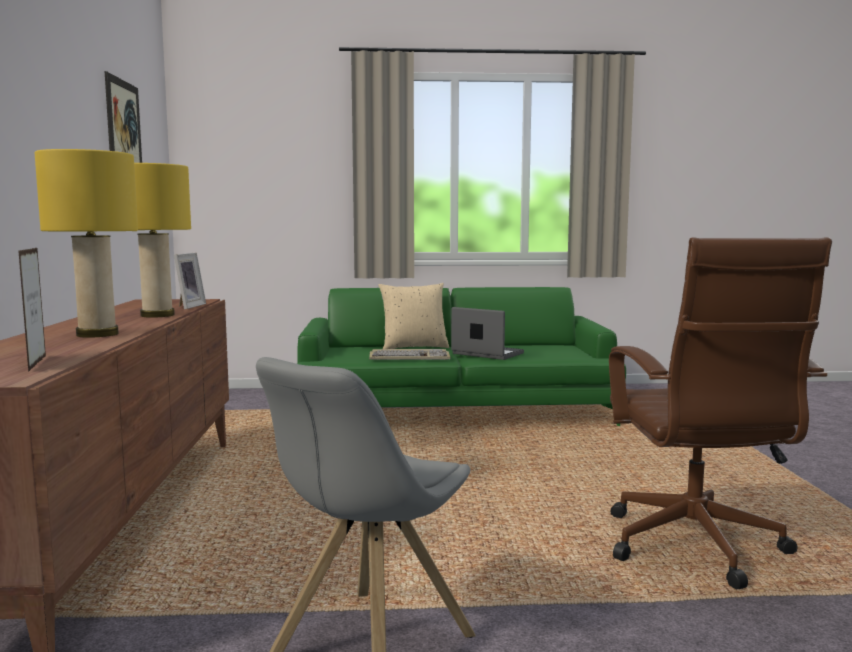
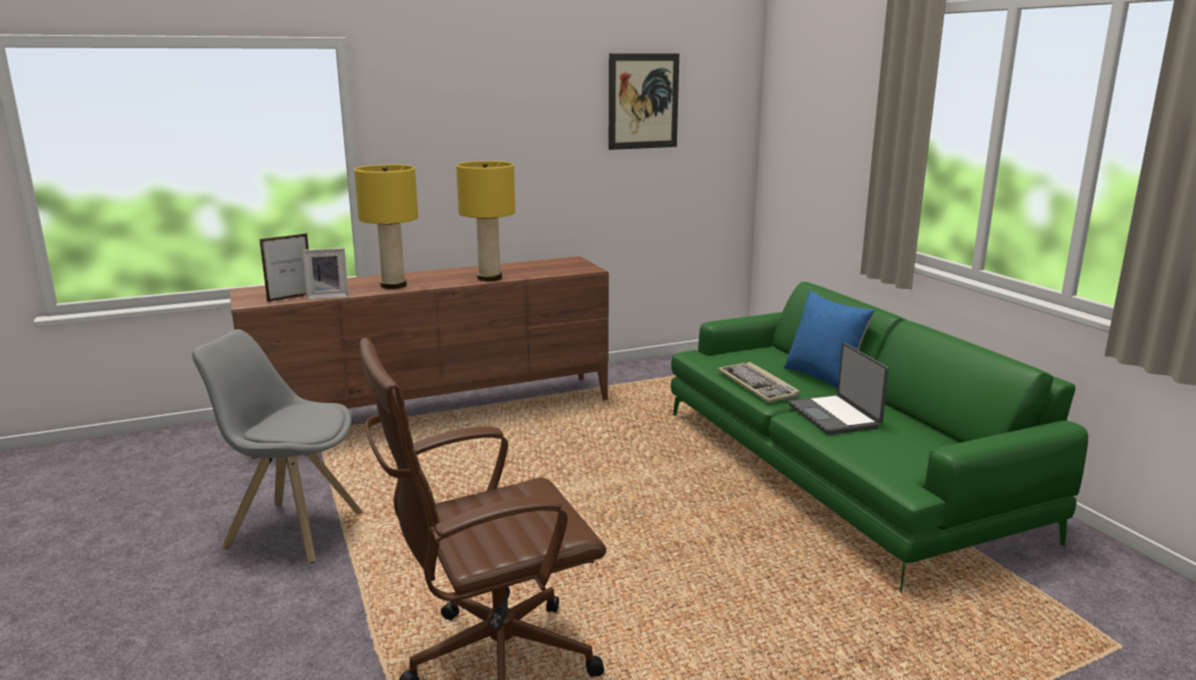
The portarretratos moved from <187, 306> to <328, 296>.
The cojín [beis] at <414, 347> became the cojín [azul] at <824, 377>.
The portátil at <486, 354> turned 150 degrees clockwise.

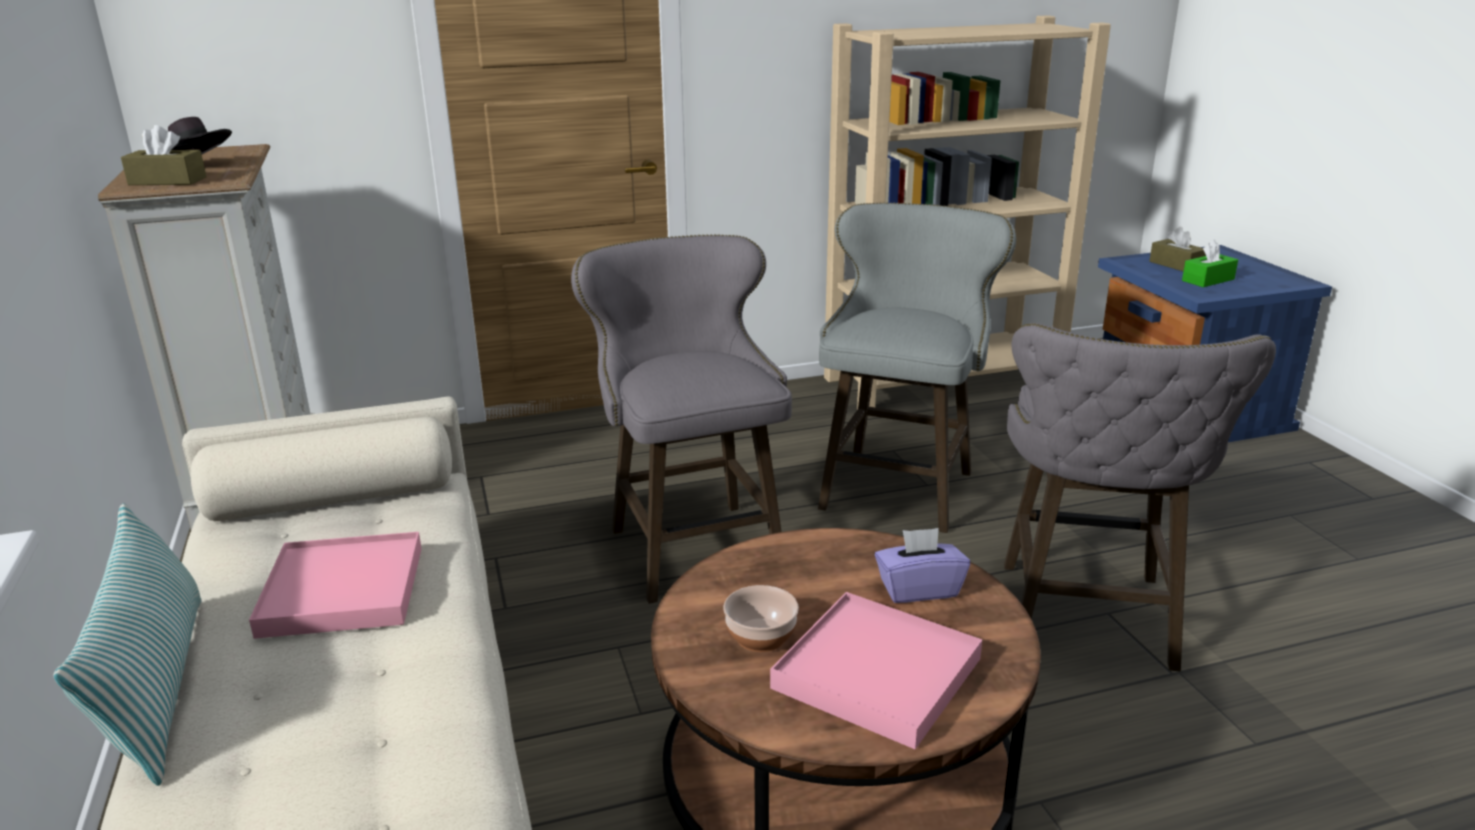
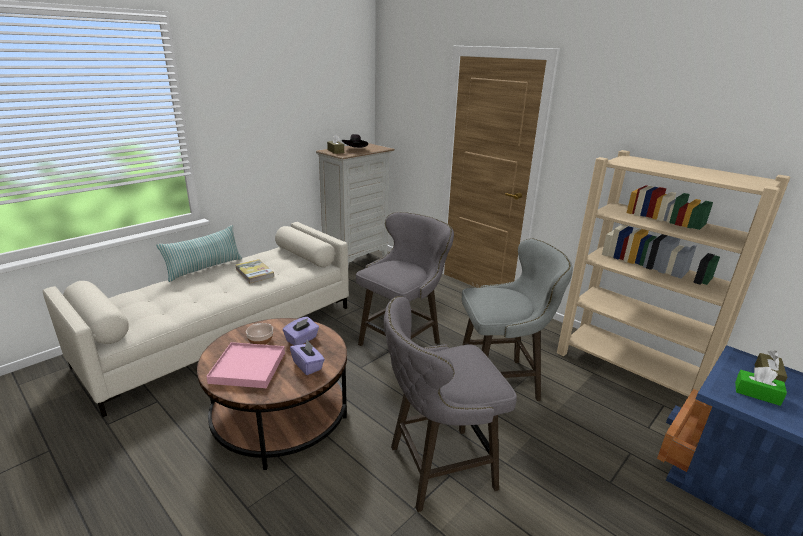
The bandeja [rosa] at <343, 591> was replaced by the libro at <254, 273>.
The caja de pañuelos [morado] at <302, 339> appeared.

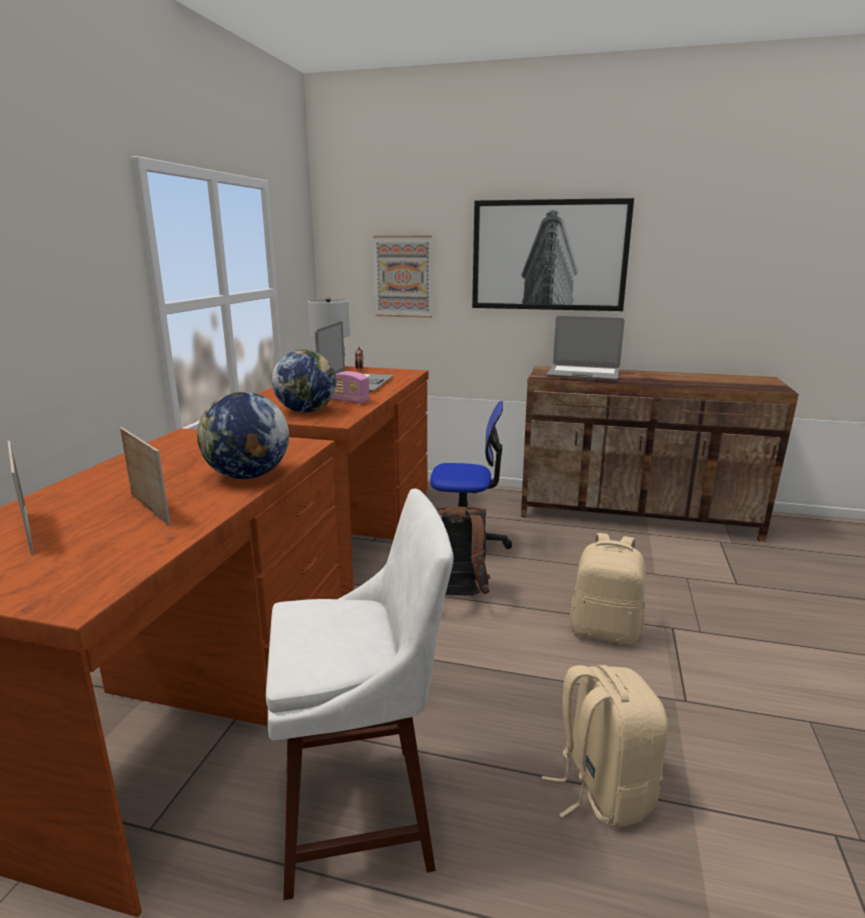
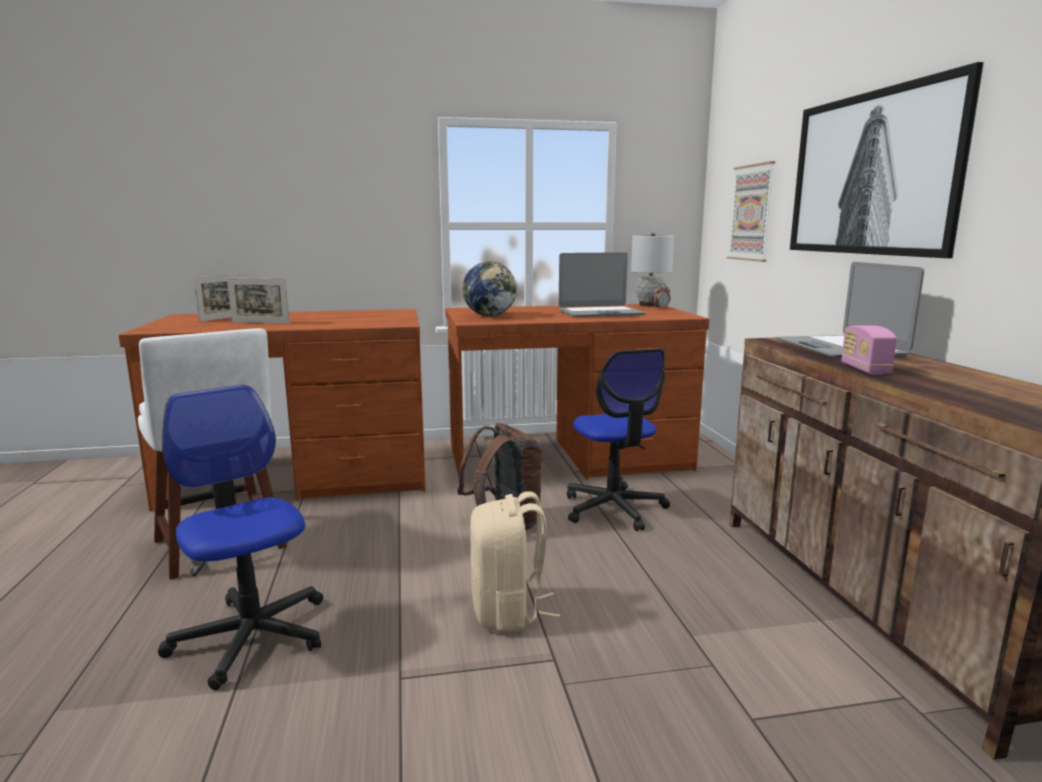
The radio moved from <349, 401> to <864, 369>.
The globo terráqueo at <247, 476> disappeared.
The portarretratos at <149, 509> turned 75 degrees clockwise.
The mochila [beis] at <601, 789> was replaced by the silla de oficina at <251, 636>.

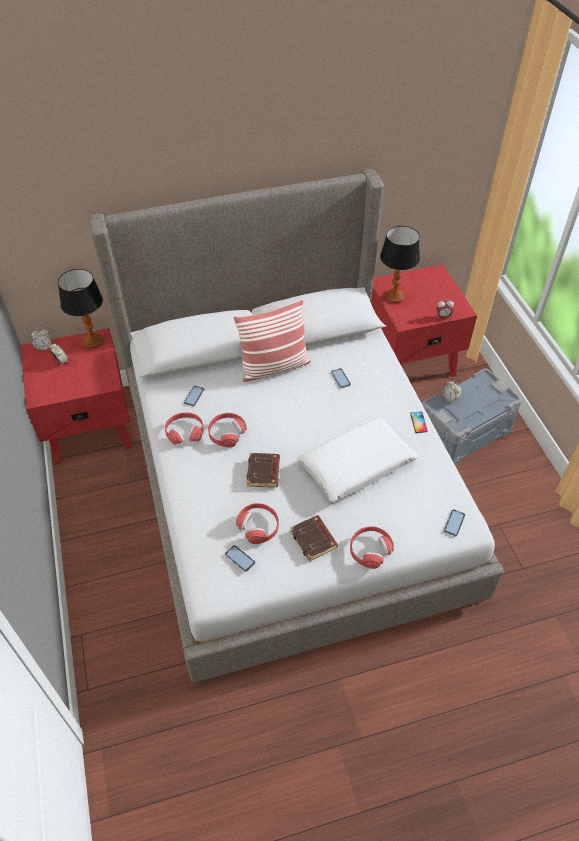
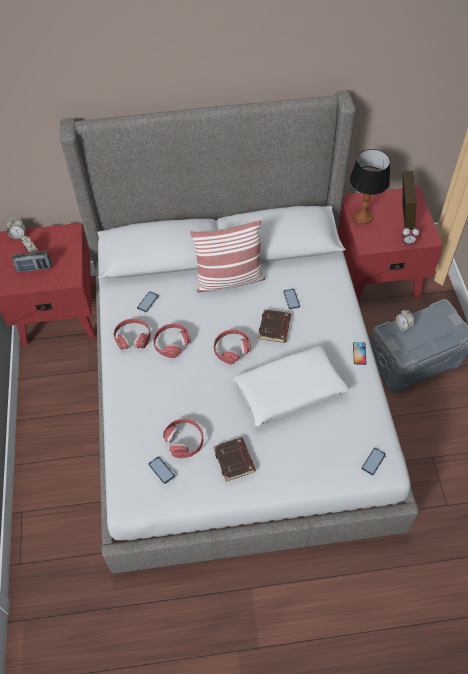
The lámpara de mesa at <92, 341> disappeared.
The libro [marrón] moved from <264, 472> to <275, 328>.
The auriculares [rojo] moved from <370, 550> to <231, 349>.
The portarretratos at <404, 218> appeared.
The radio at <34, 268> appeared.

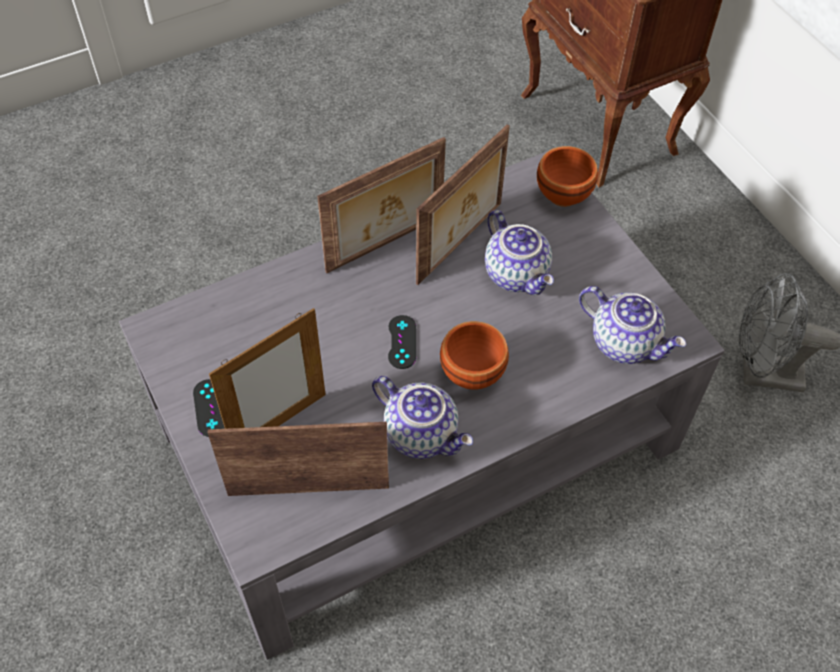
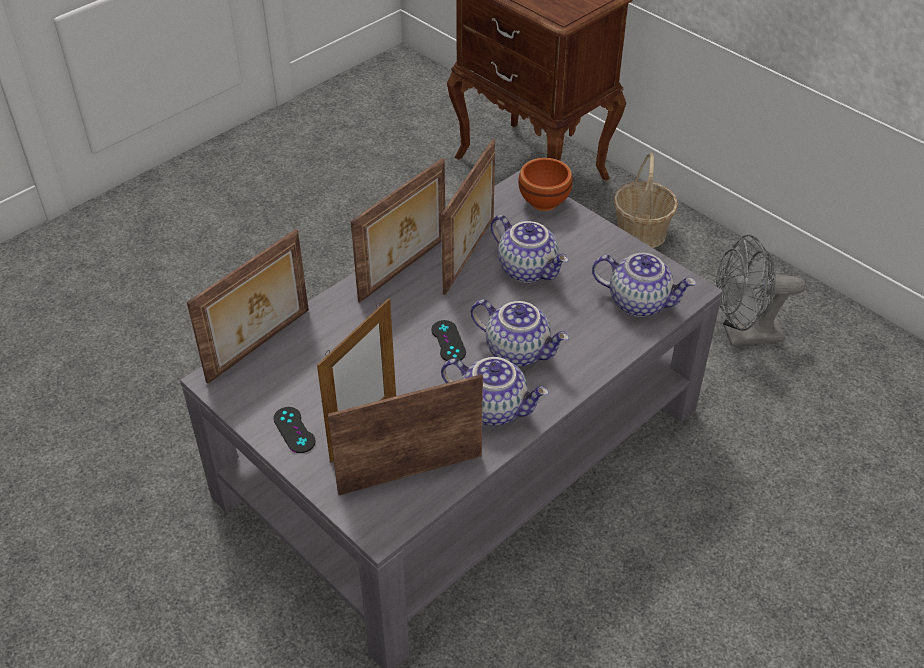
The cuenco [marrón] at <472, 371> was replaced by the tetera at <518, 351>.
The cesta at <641, 232> appeared.
The portarretratos at <260, 346> appeared.

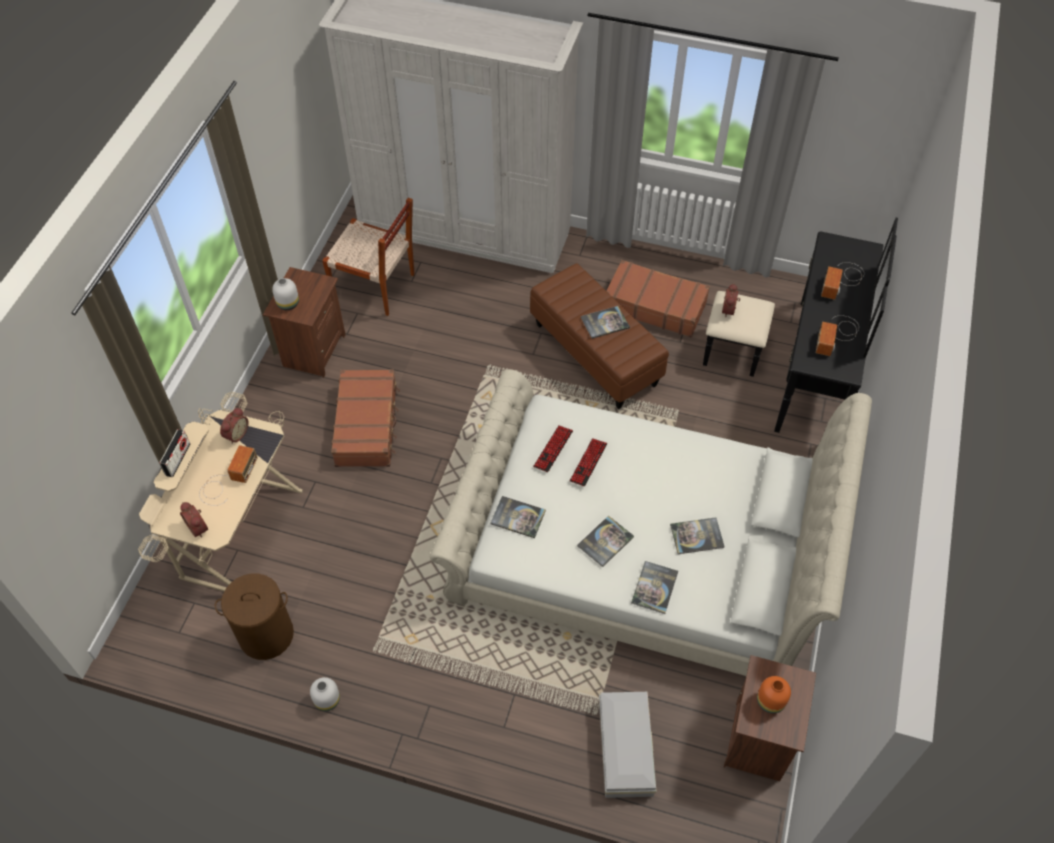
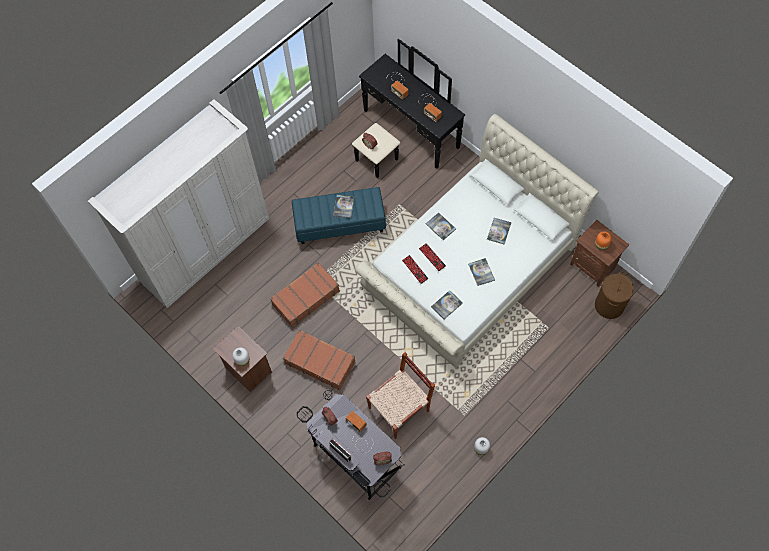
The silla moved from <375, 287> to <400, 408>.
The maleta [marrón] moved from <655, 305> to <305, 297>.
The puf [marrón] at <596, 354> became the puf [azul] at <340, 225>.
The escritorio [beis] at <238, 532> became the escritorio [negro] at <355, 457>.
The libro moved from <654, 587> to <440, 226>.
The cesto de la ropa [marrón] moved from <266, 635> to <609, 305>.
The caja de almacenaje [blanco] at <624, 750> disappeared.

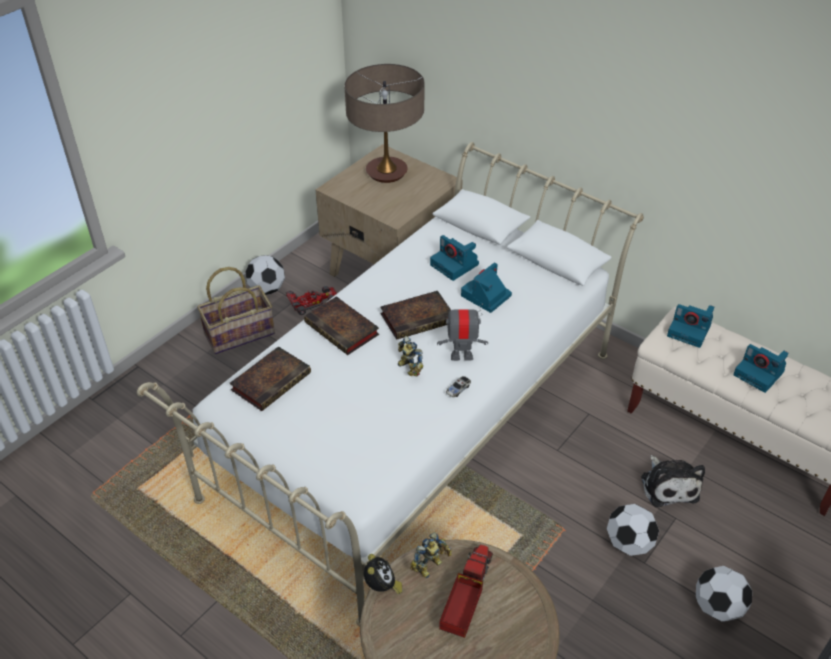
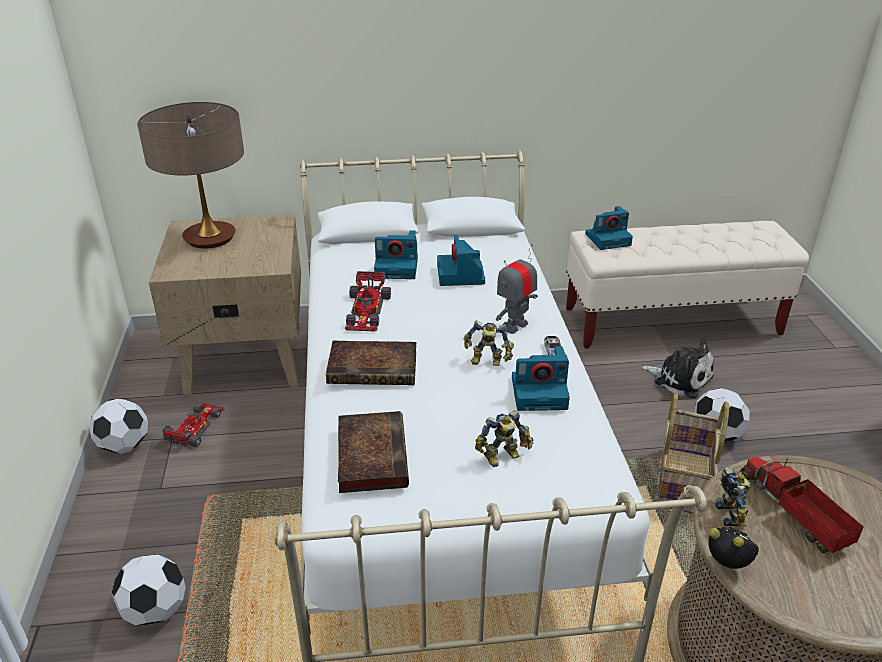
The cesta moved from <239, 333> to <682, 480>.
The libro at <419, 317> disappeared.
The cámara moved from <760, 374> to <540, 392>.
The balón de fútbol moved from <717, 607> to <155, 611>.
The coche de juguete at <366, 310> appeared.
The robot de juguete at <504, 457> appeared.

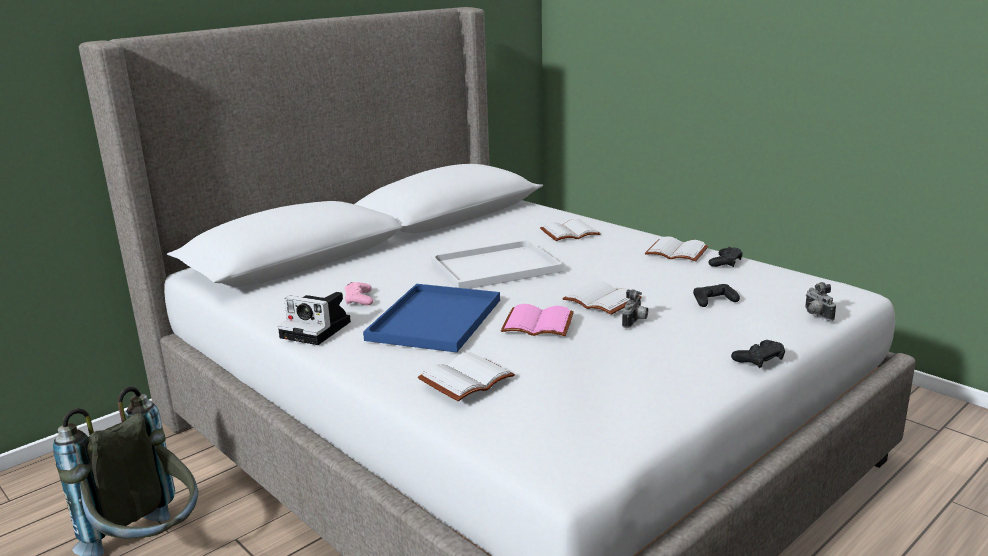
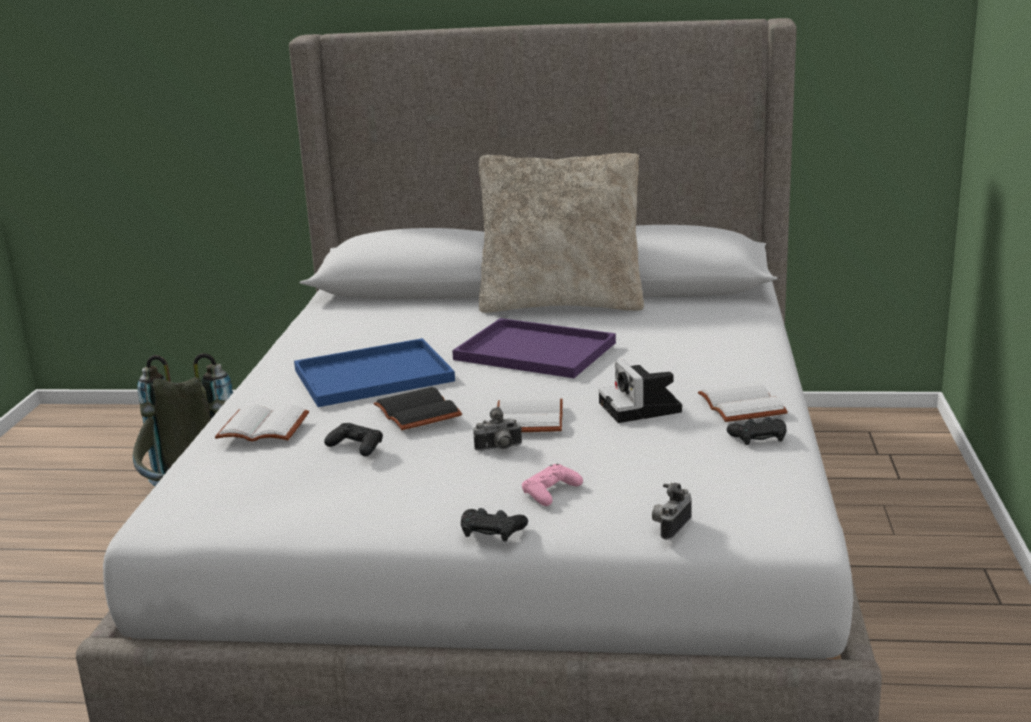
The libro [blanco] at <569, 233> disappeared.
The bandeja [blanco] at <497, 266> became the bandeja [morado] at <538, 351>.
The mando de consola [rosa] moved from <359, 299> to <551, 492>.
The mando de consola [negro] moved from <714, 301> to <356, 446>.
The cámara moved from <318, 330> to <642, 408>.
The libro [rosa] at <539, 323> became the libro [negro] at <420, 412>.
The cojín [beis] at <562, 301> appeared.

